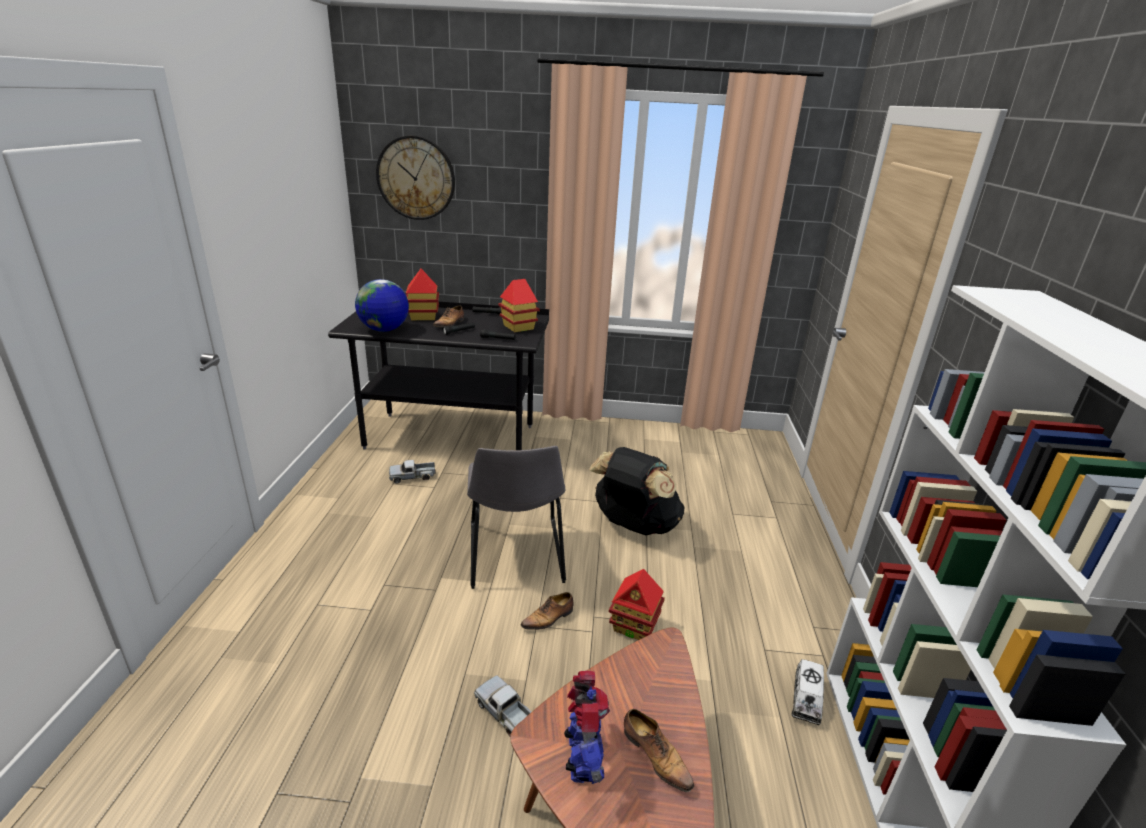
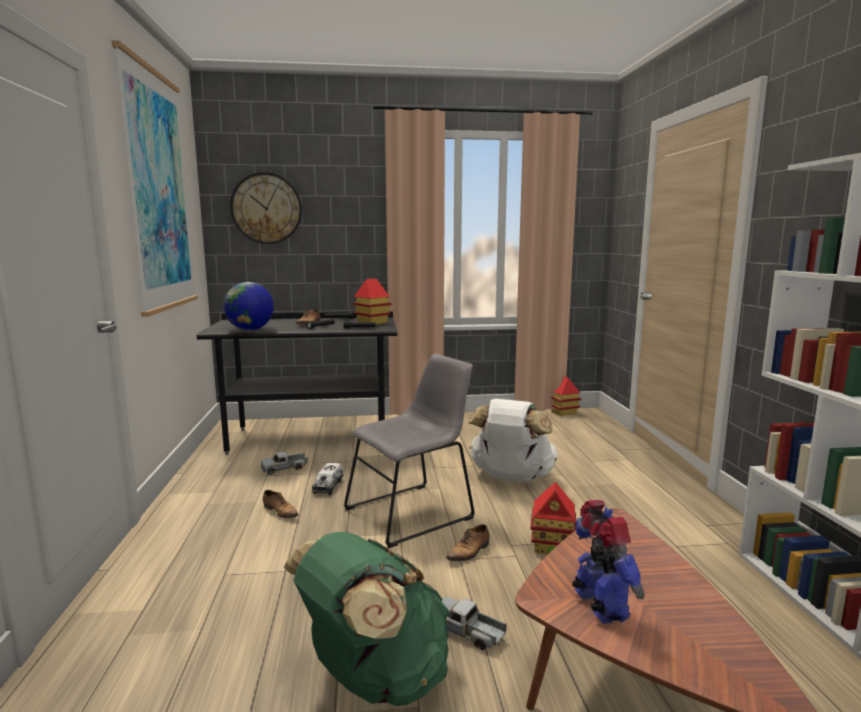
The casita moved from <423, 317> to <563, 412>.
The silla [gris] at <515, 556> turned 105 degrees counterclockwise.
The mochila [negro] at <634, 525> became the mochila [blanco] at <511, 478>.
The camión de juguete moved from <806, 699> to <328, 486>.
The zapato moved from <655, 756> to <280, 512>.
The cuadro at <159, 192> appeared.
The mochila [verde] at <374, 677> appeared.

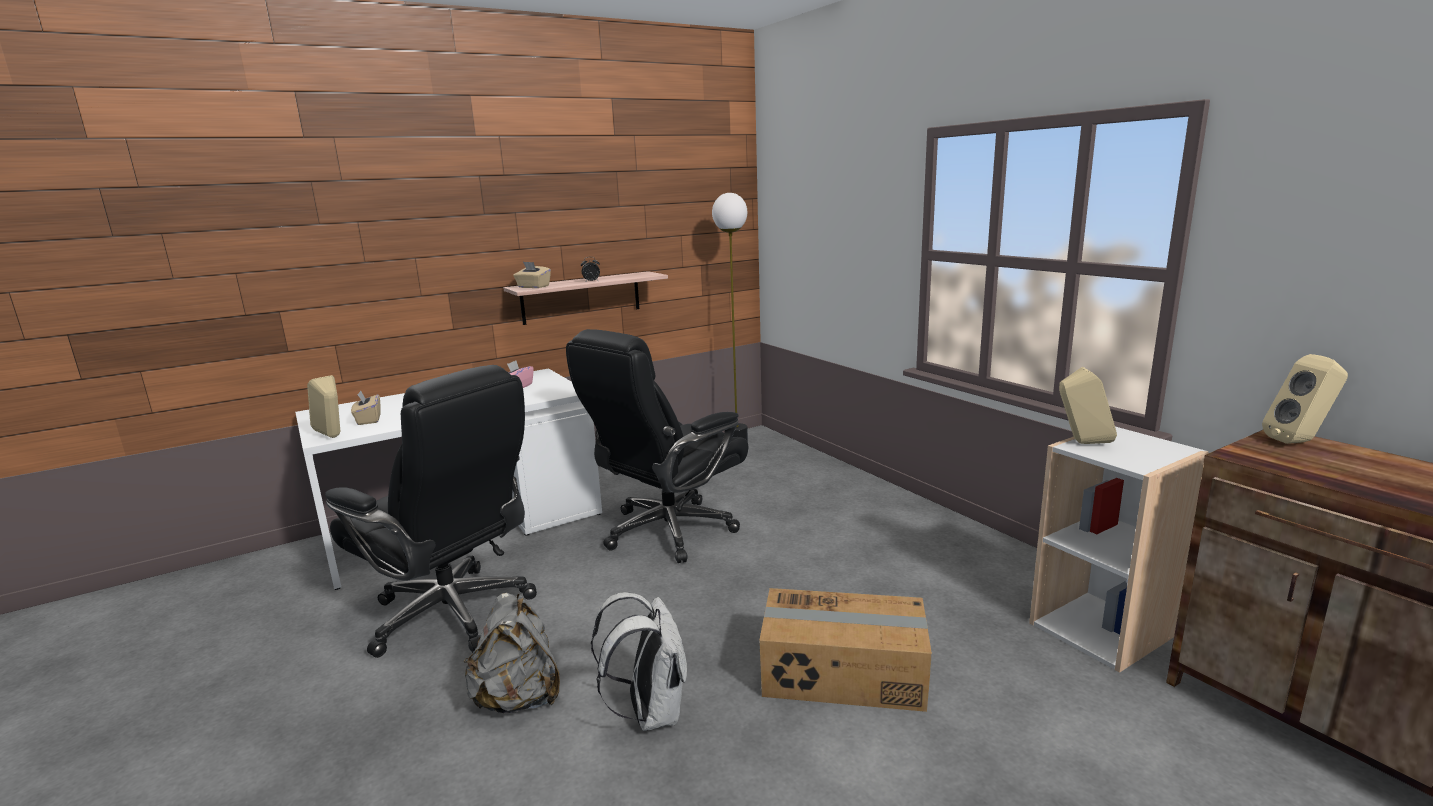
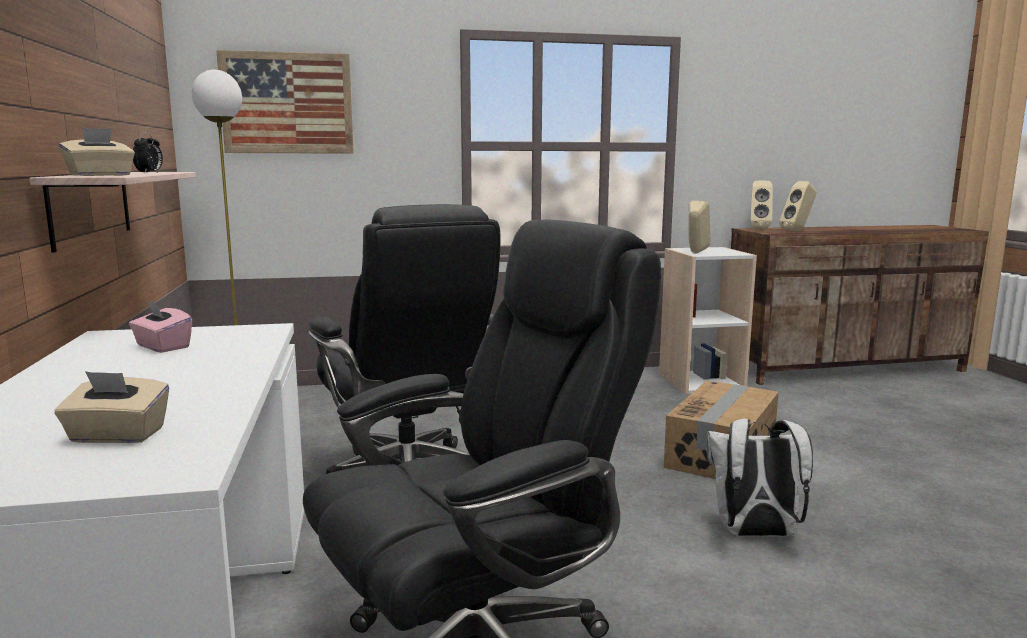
The altavoz [beis] moved from <333, 437> to <797, 231>.
The mochila [gris] at <518, 698> disappeared.
The cuadro at <287, 103> appeared.

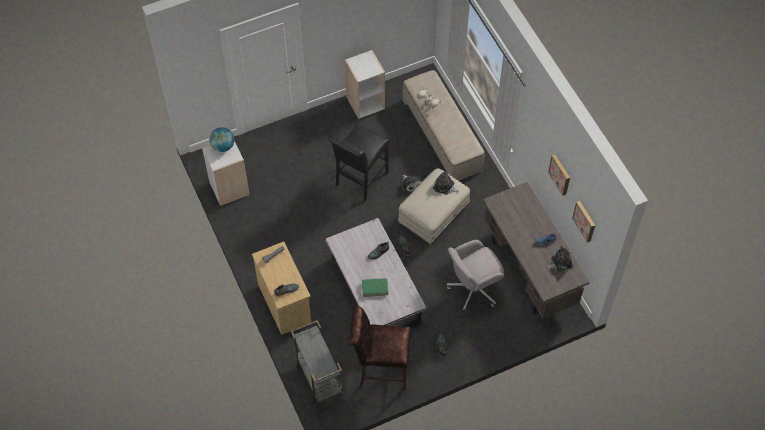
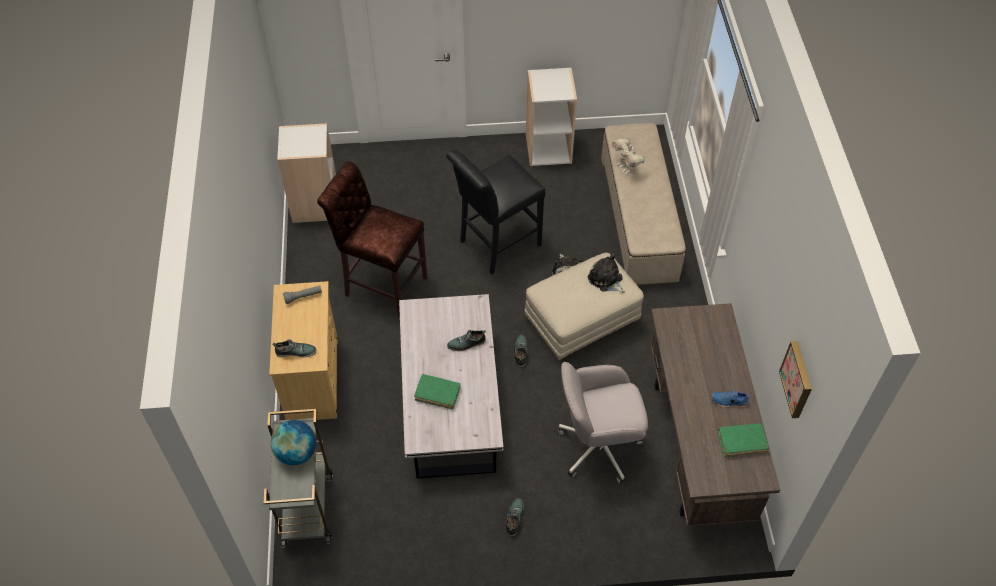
The globo terráqueo moved from <223, 146> to <297, 453>.
The cuadro at <560, 174> disappeared.
The peluche at <560, 262> was replaced by the libro [verde] at <741, 442>.
The taburete [marrón] moved from <380, 369> to <382, 284>.

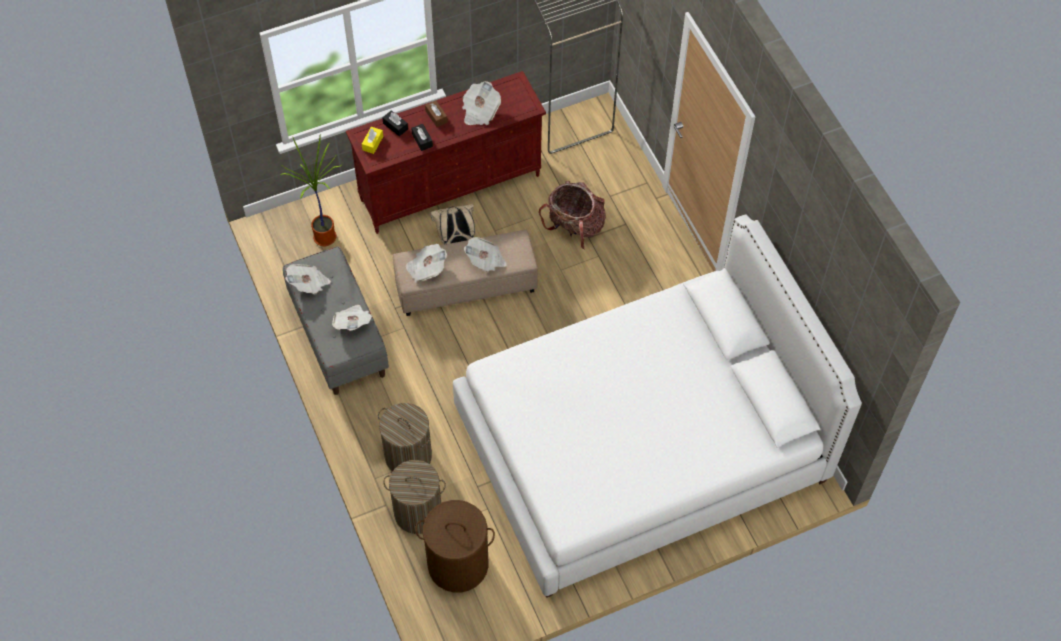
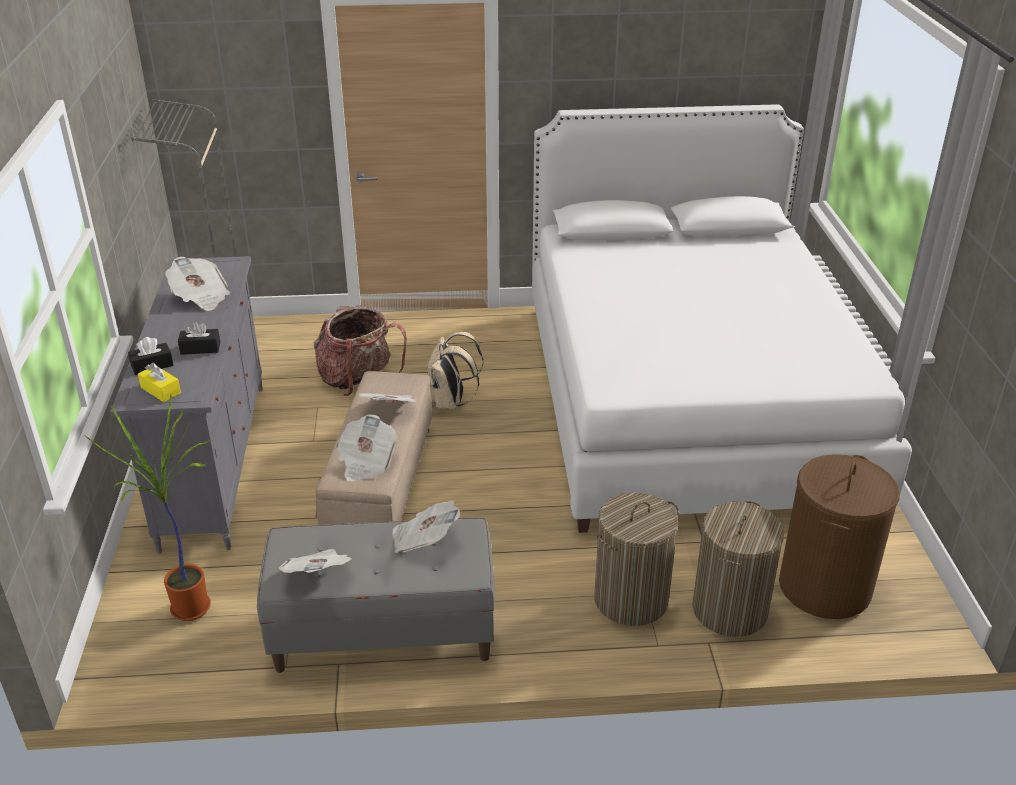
The cómoda [rojo] at <450, 188> became the cómoda [gris] at <214, 463>.
The caja de pañuelos [marrón] at <436, 116> disappeared.
The mochila [beis] moved from <455, 241> to <451, 403>.

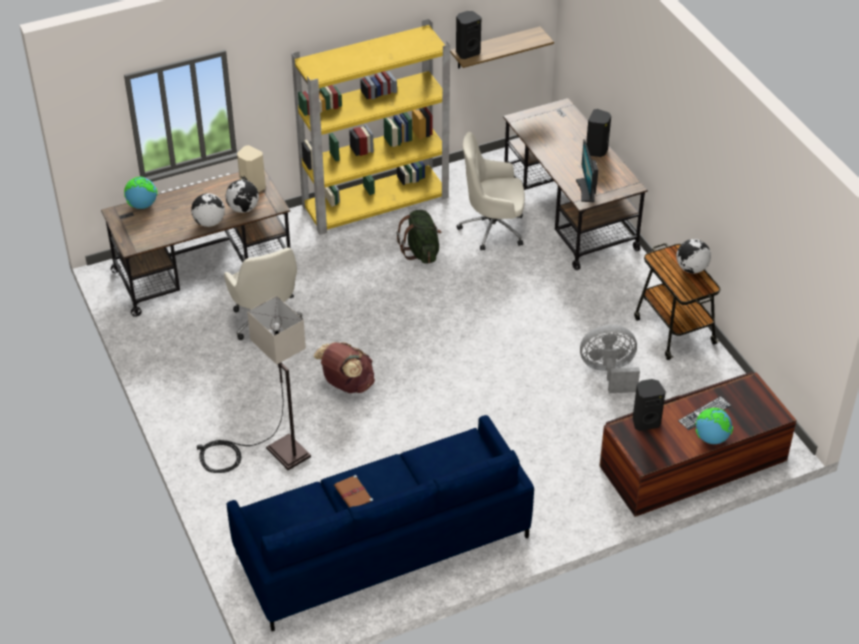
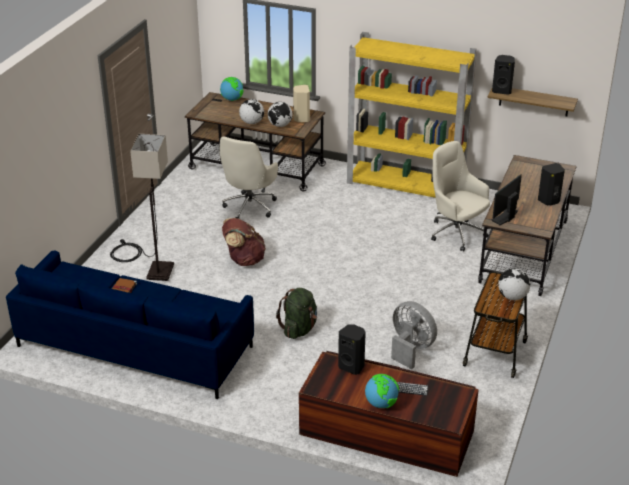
The mochila [verde] moved from <421, 252> to <299, 329>.

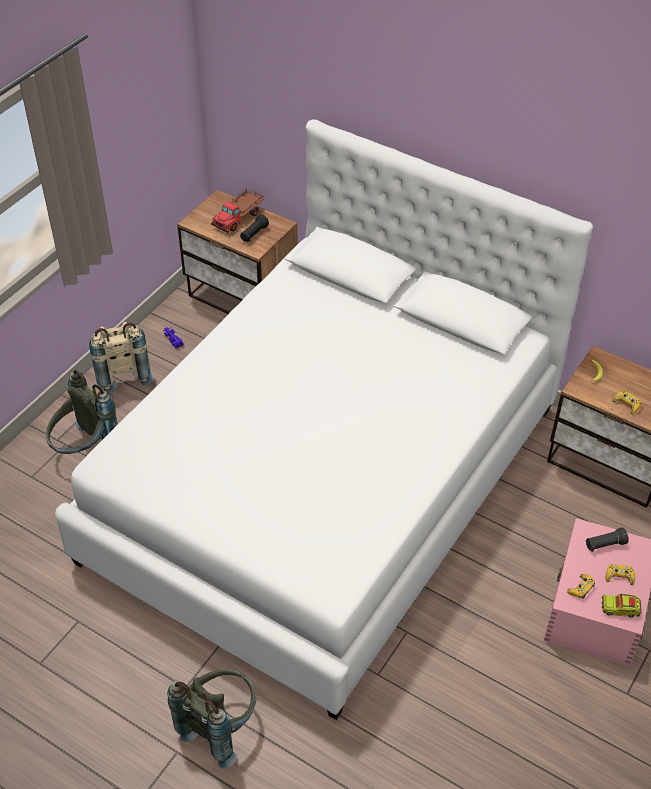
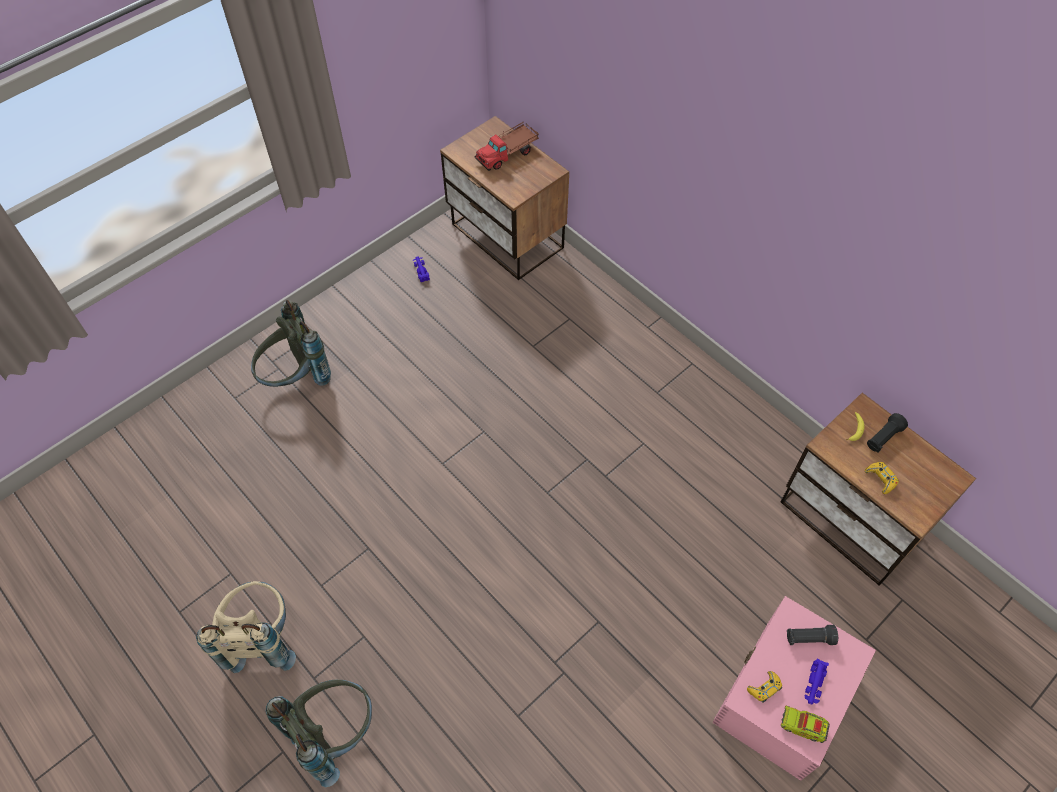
The cama [blanco] at <326, 482> disappeared.
The linterna [negro] moved from <254, 234> to <883, 438>.
The mochila [beis] moved from <121, 372> to <260, 637>.
The mando de consola [amarillo] at <619, 576> was replaced by the coche de juguete [morado] at <814, 684>.

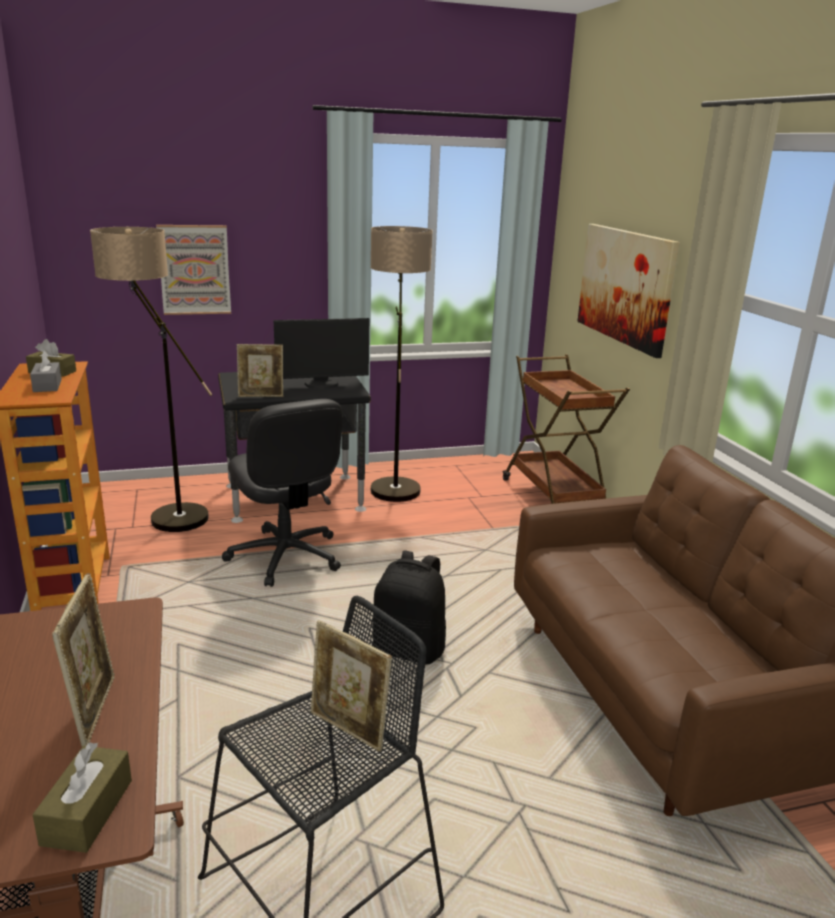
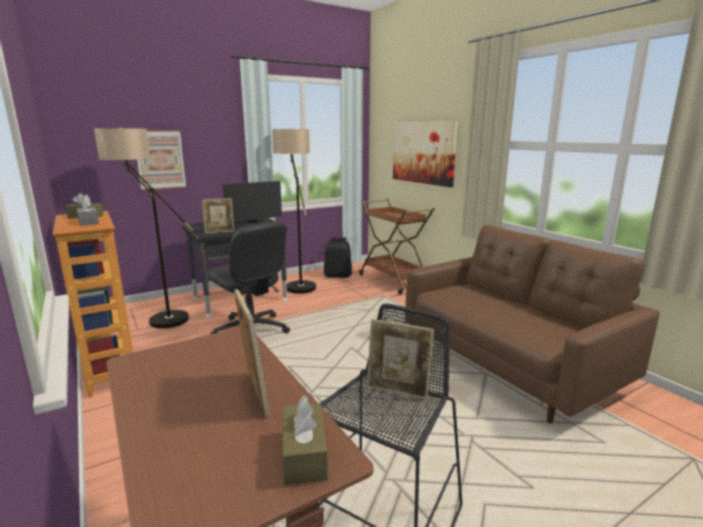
The mochila [negro] moved from <409, 649> to <338, 275>.

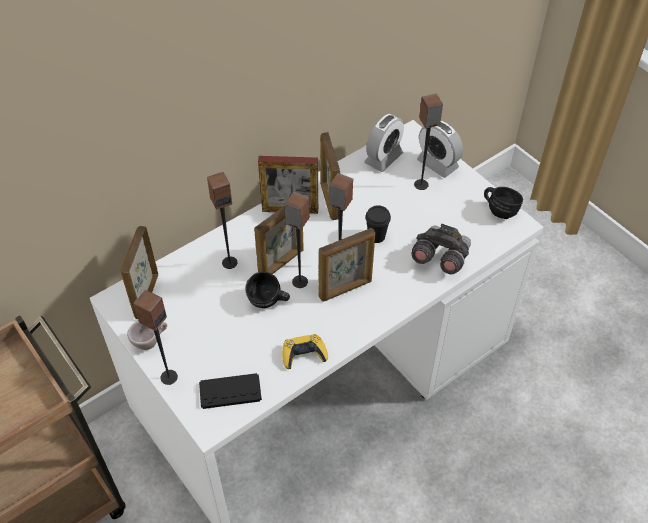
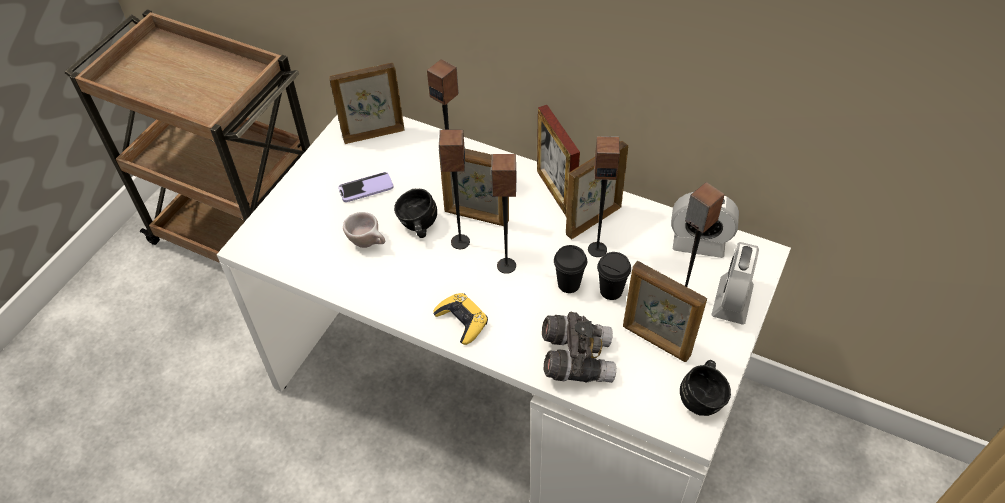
The portarretratos moved from <346, 289> to <655, 341>.
The altavoz moved from <168, 377> to <597, 249>.
The taza [beis] moved from <150, 342> to <368, 243>.
The mando de consola [amarillo] moved from <304, 354> to <462, 321>.
The mando de consola [negro] at <230, 392> disappeared.
The móvil at <366, 188> appeared.
The taza [negro] at <611, 291> appeared.

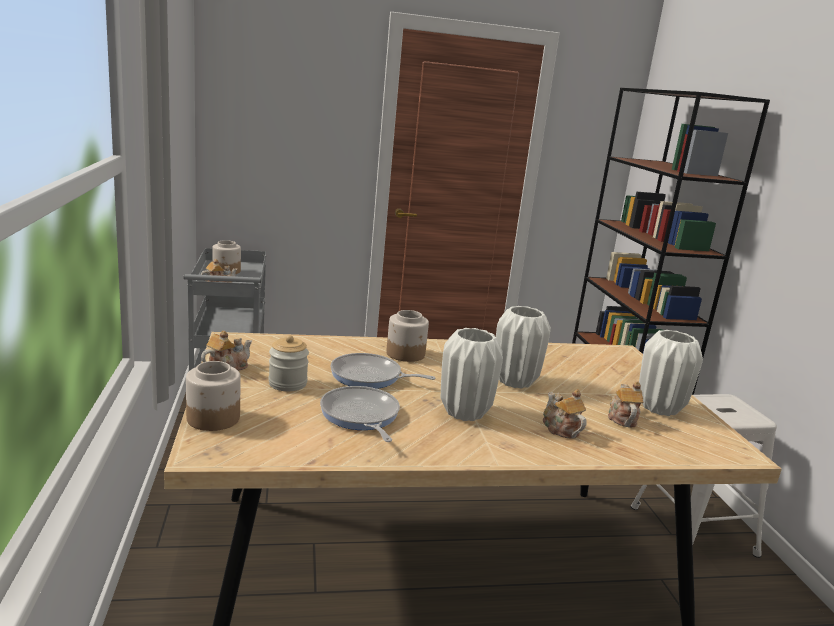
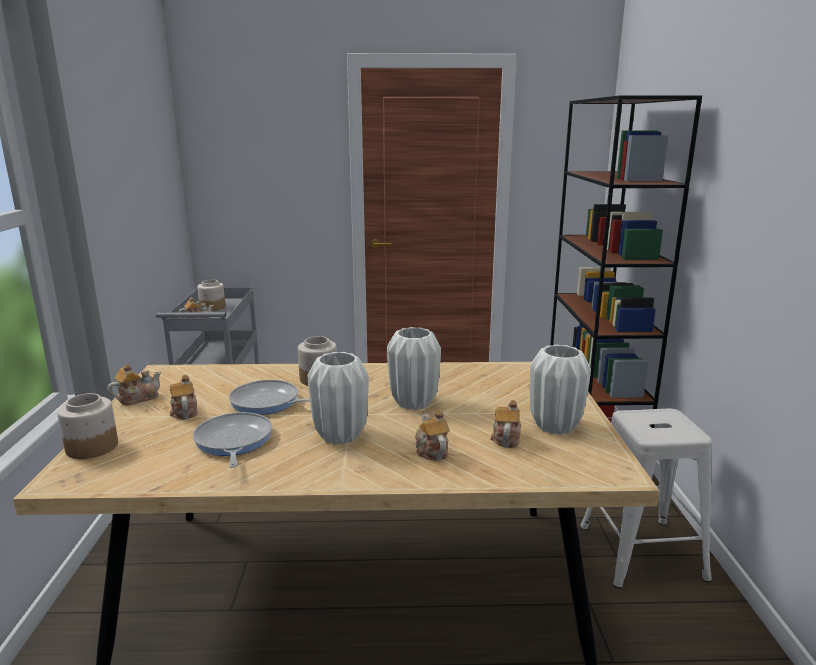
The tarro at <287, 383> was replaced by the tetera at <184, 411>.

